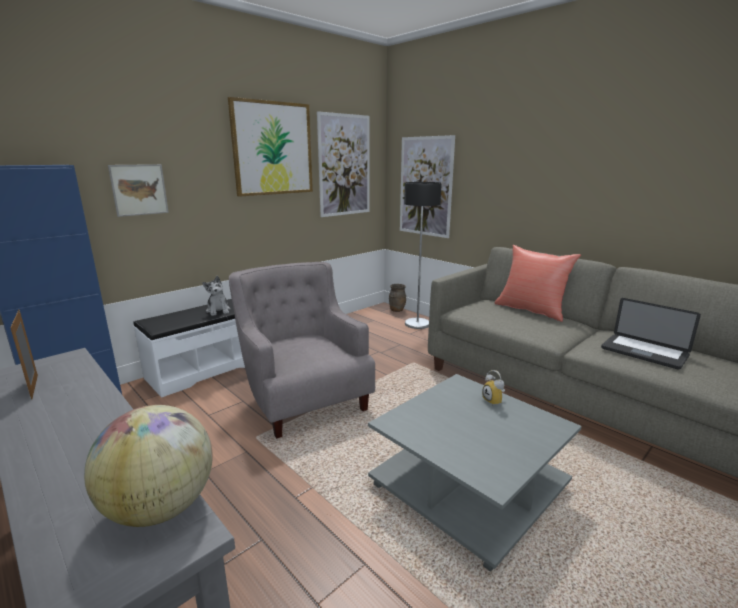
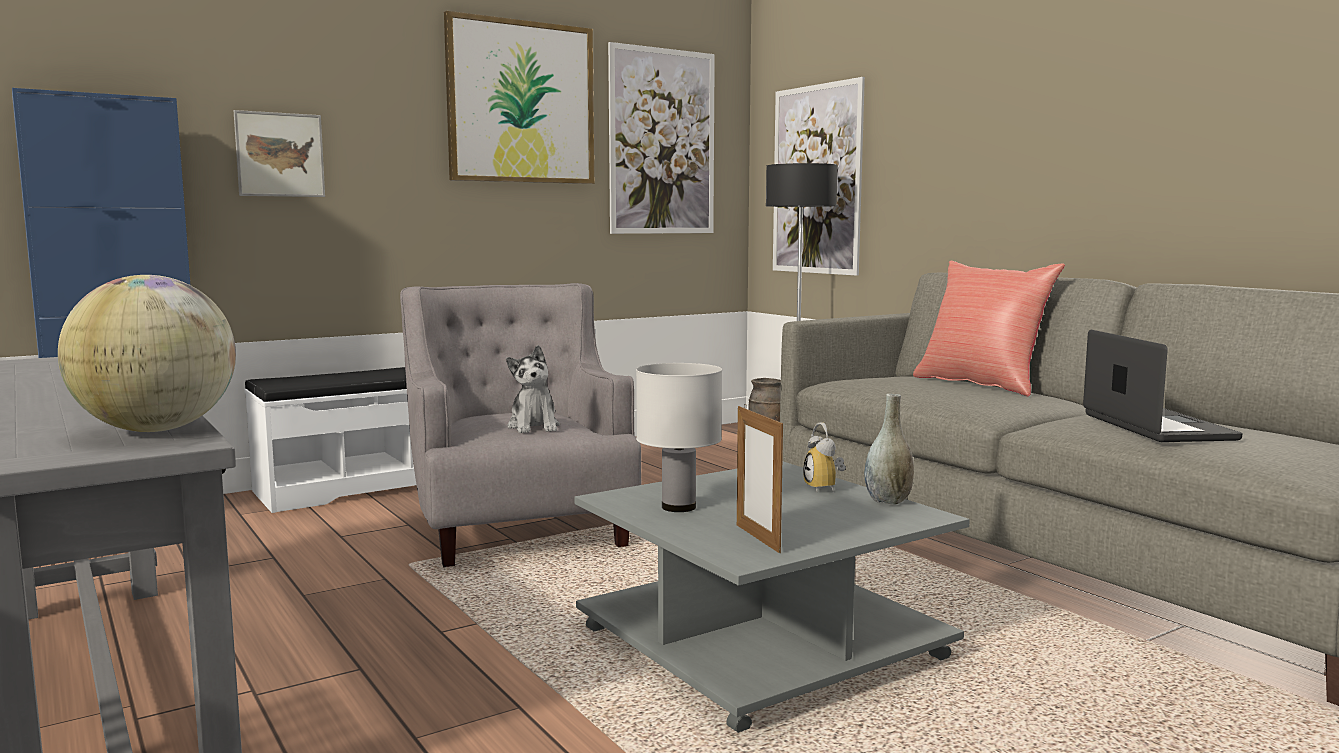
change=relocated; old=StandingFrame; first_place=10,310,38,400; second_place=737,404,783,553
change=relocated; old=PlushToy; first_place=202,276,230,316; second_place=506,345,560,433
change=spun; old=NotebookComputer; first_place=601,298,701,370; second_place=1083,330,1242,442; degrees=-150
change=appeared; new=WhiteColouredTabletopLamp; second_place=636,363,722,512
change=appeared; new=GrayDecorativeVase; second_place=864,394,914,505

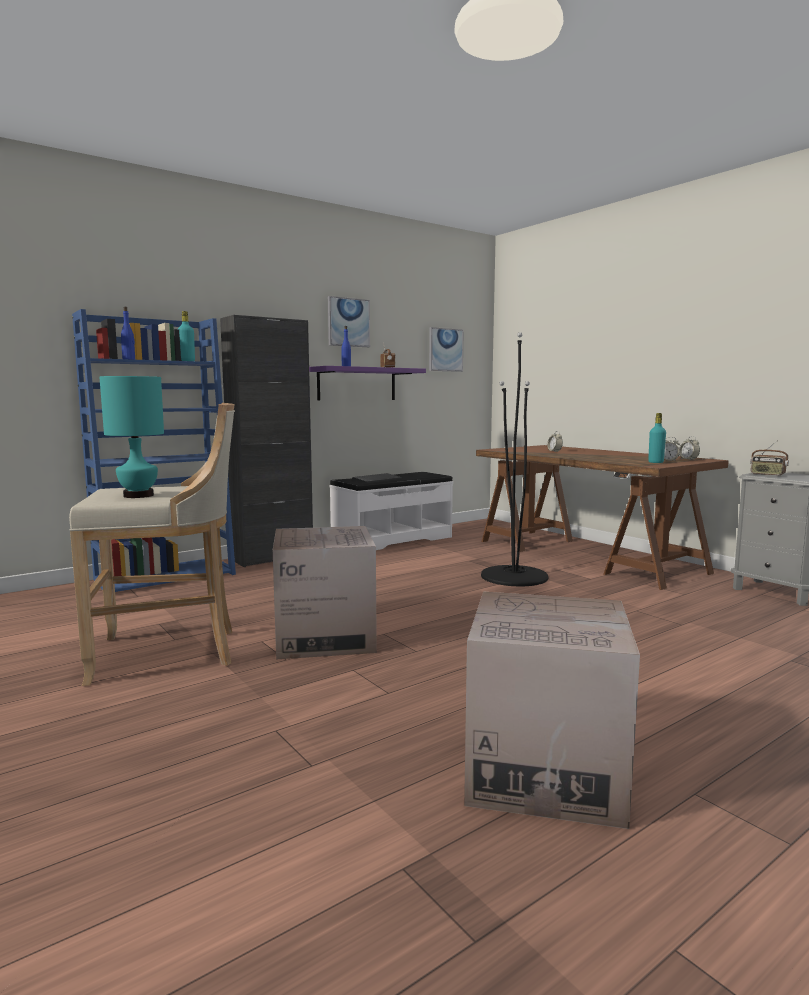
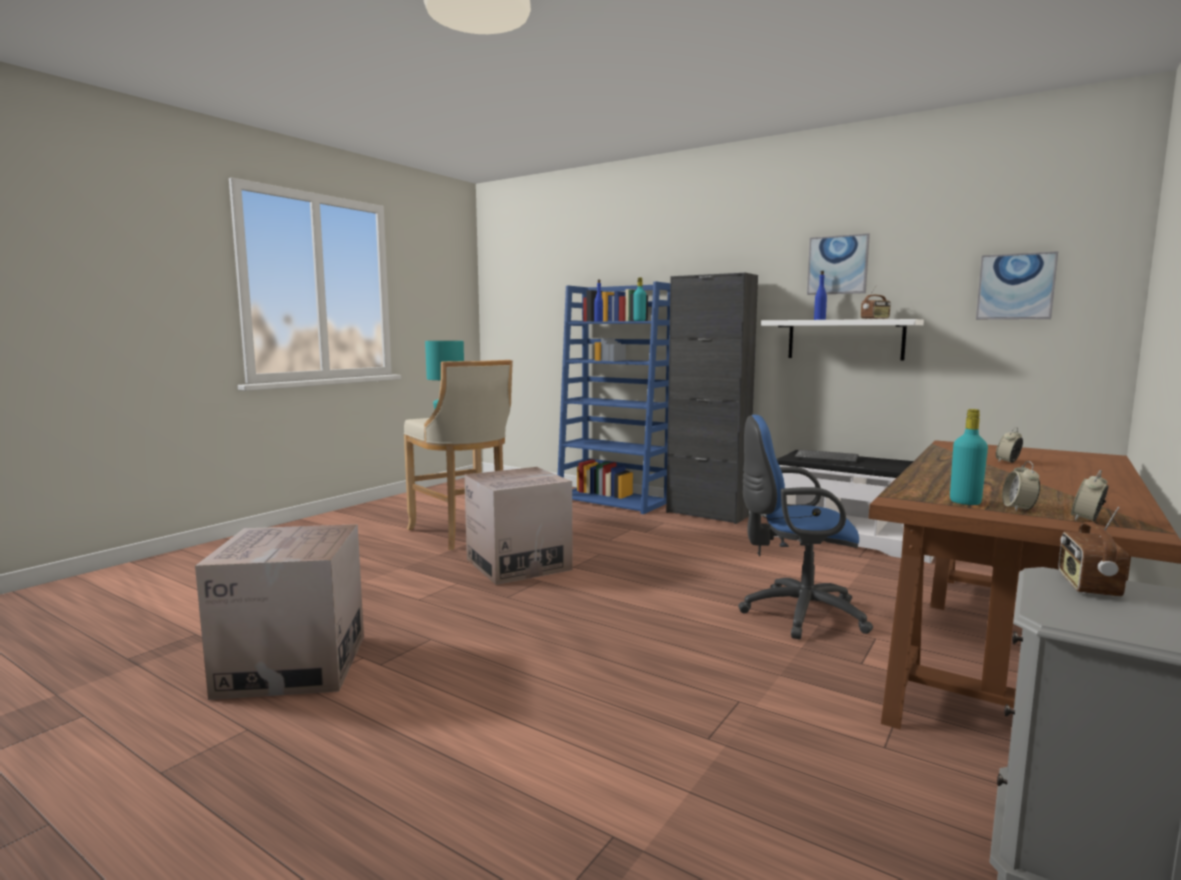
change=colour; old=PurplishShelf; new=WhiteColouredShelf; first_place=309,366,426,400; second_place=761,319,924,361
change=exchanged; old=BlackFloorLamp; new=BluishDeskChair; first_place=481,332,548,586; second_place=738,415,873,639

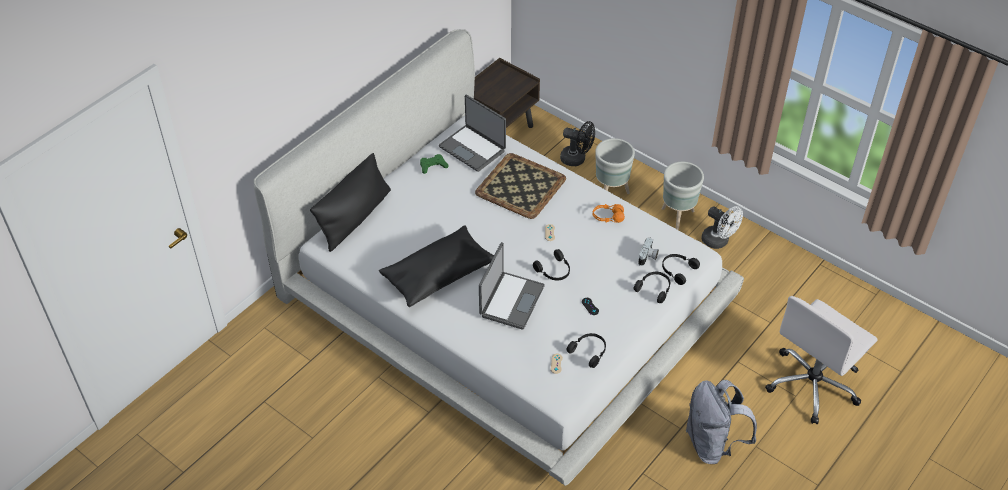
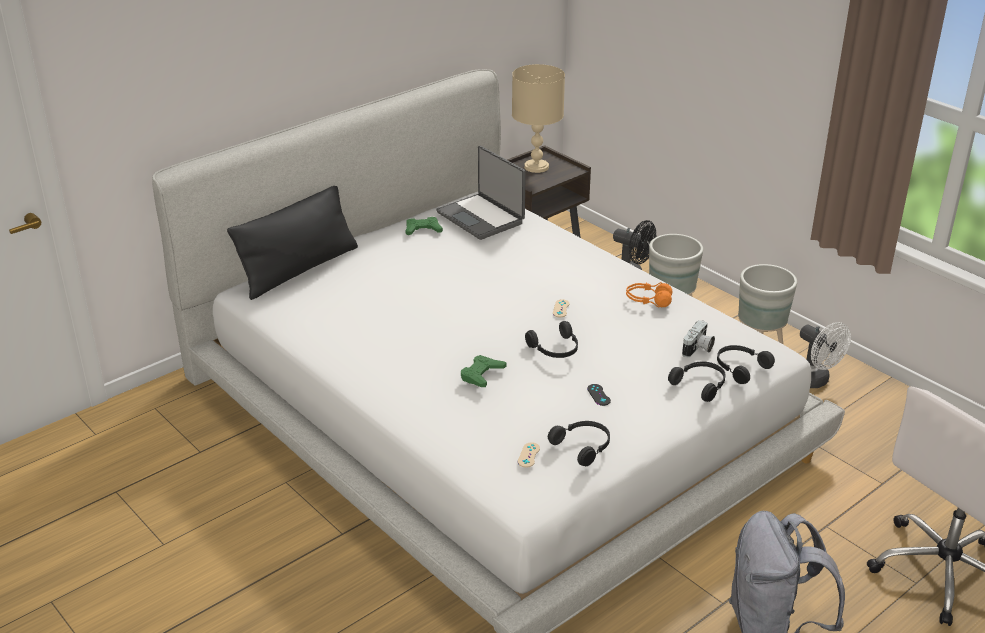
change=missing; old=BlackPillow; first_place=379,225,494,307
change=missing; old=ServingTray; first_place=475,153,566,219
change=exchanged; old=NotebookComputer; new=GreenGameController; first_place=479,242,545,330; second_place=461,355,506,387
change=appeared; new=SandColouredTabletopLamp; second_place=512,64,565,173

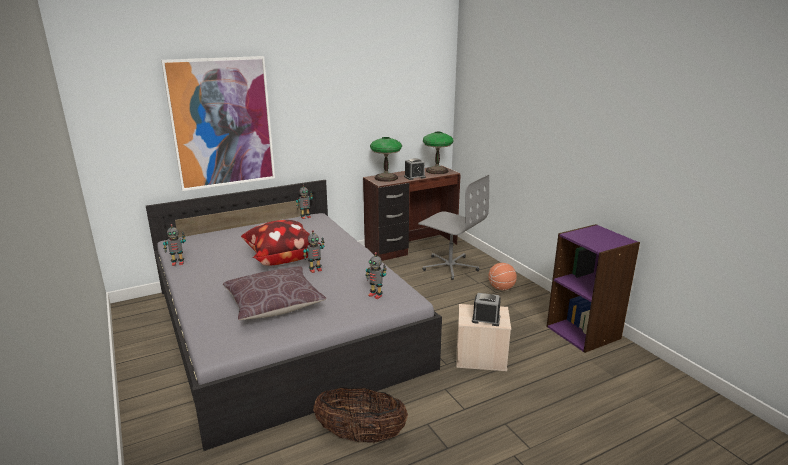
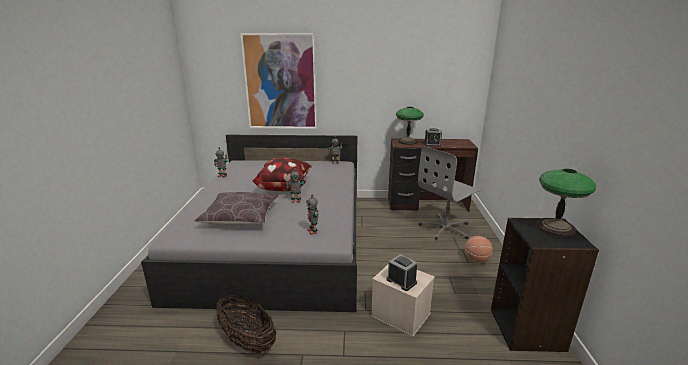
change=spun; old=GrayDeskChair; first_place=418,175,489,280; second_place=418,146,481,240; degrees=75
change=relocated; old=TabletopLamp; first_place=423,132,453,174; second_place=536,169,596,238
change=colour; old=PurplishBookshelf; new=BlackBookshelf; first_place=547,224,640,353; second_place=491,218,599,352

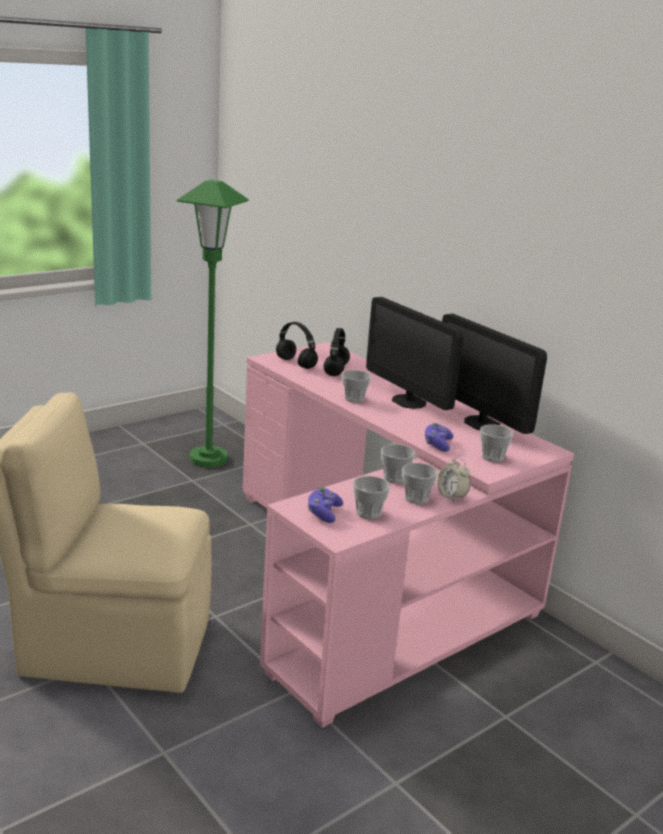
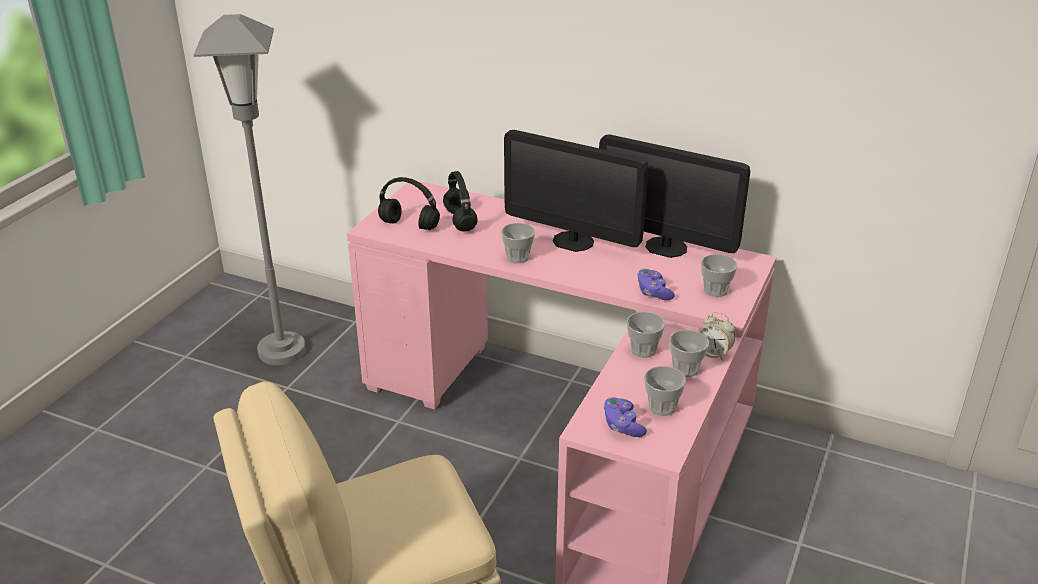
change=colour; old=GreenFloorLamp; new=GrayFloorLamp; first_place=177,180,249,468; second_place=194,14,306,365

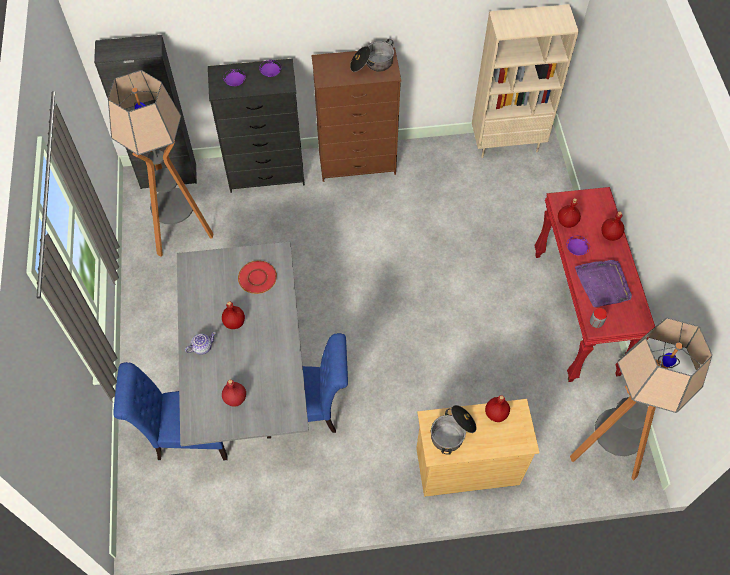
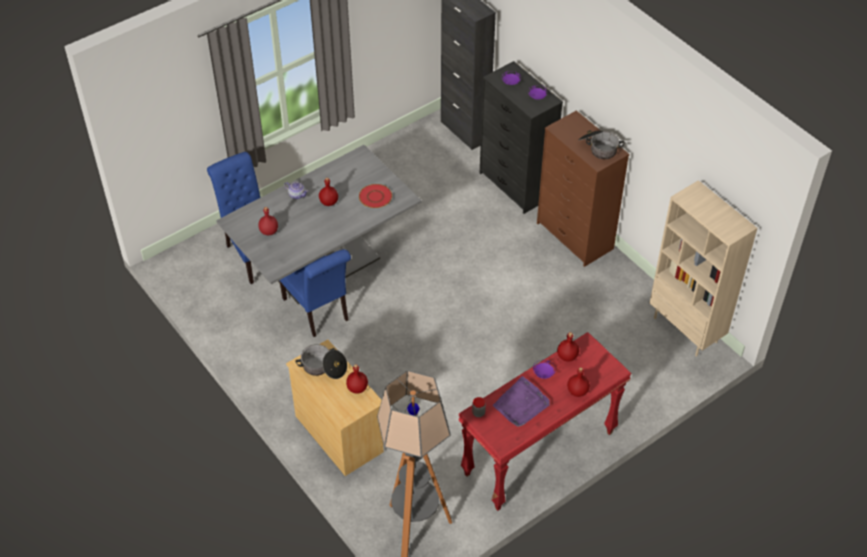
change=missing; old=FloorLamp; first_place=108,70,213,257

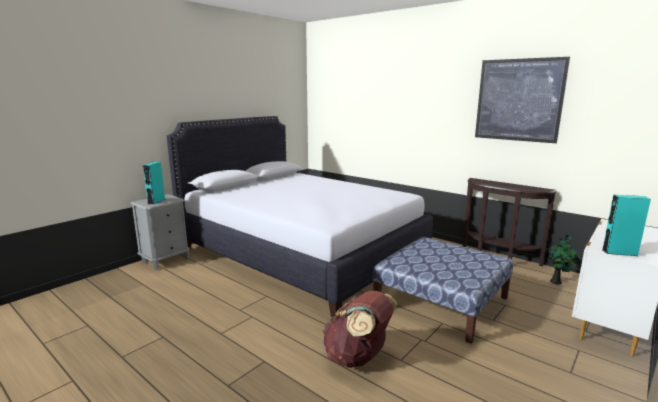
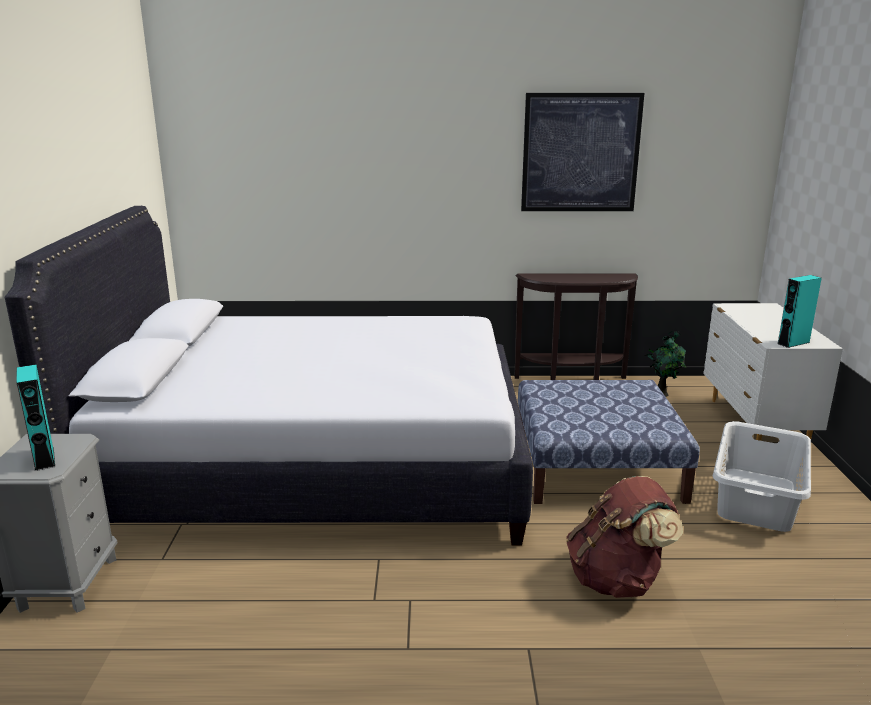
change=appeared; new=GrayHamper; second_place=713,421,811,532

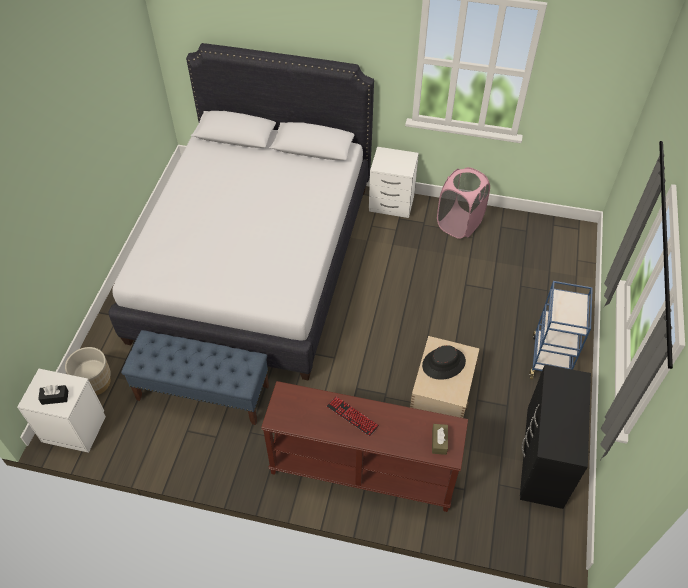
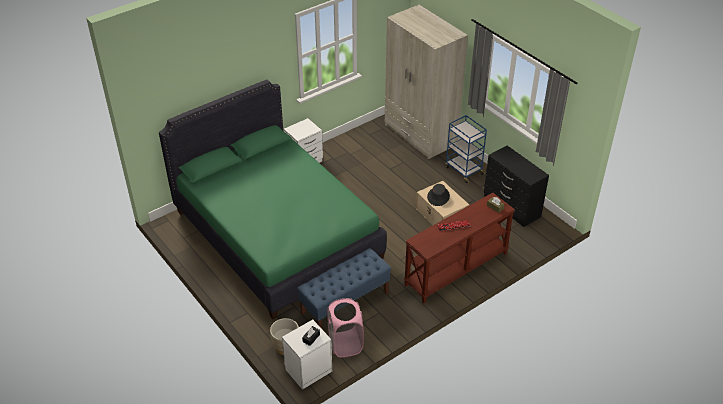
change=colour; old=WhiteColouredBed; new=GreenBed; first_place=109,43,374,381; second_place=159,80,387,320
change=relocated; old=PinkColouredHamper; first_place=437,167,490,239; second_place=327,298,364,357
change=appeared; new=SandColouredWardrobe; second_place=385,5,468,159

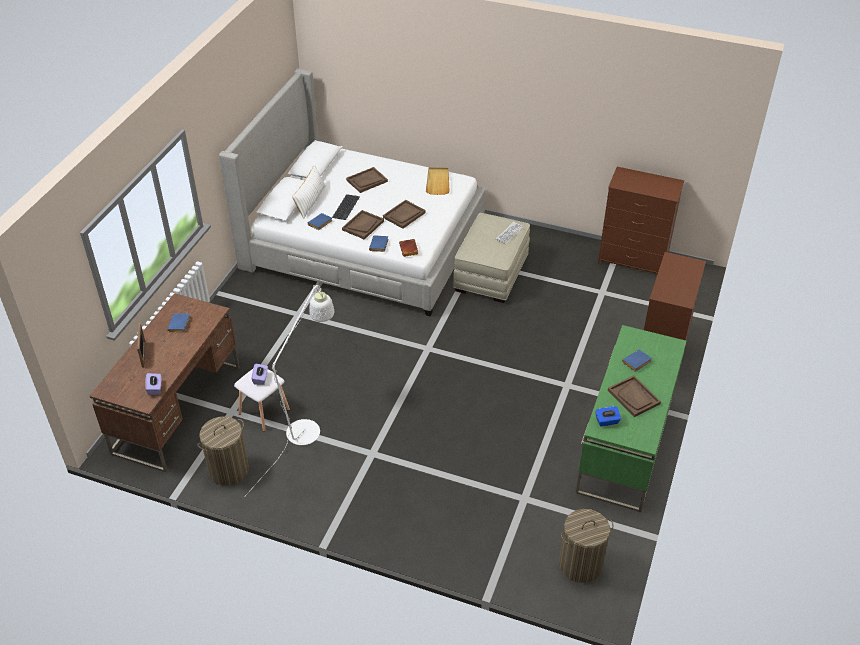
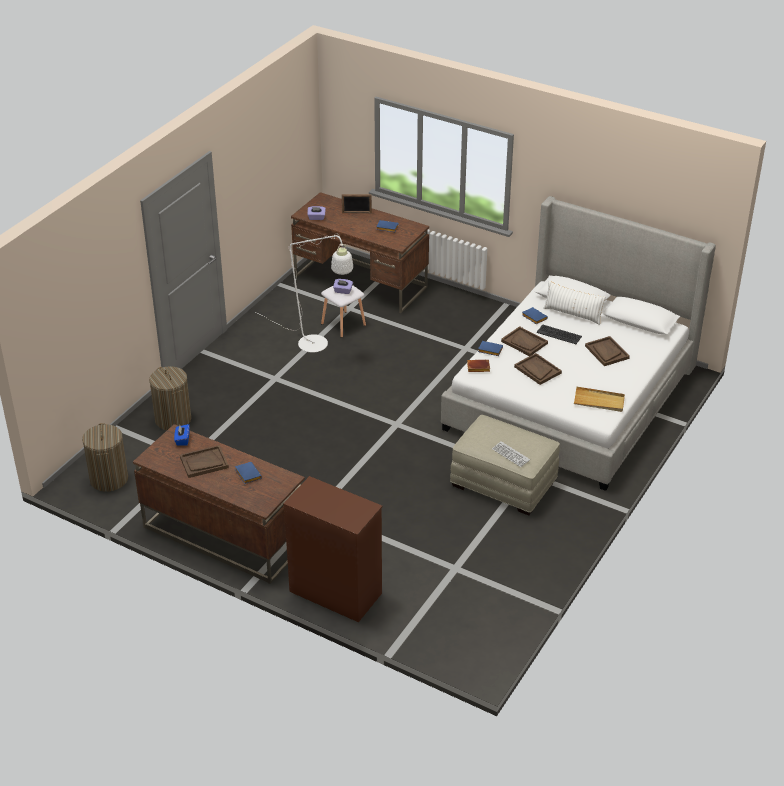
change=relocated; old=Hamper; first_place=197,416,249,486; second_place=149,366,191,430
change=colour; old=GreenDesk; new=BrownDesk; first_place=575,325,686,512; second_place=133,424,305,584
change=missing; old=BrownChestOfDrawers; first_place=598,167,684,274

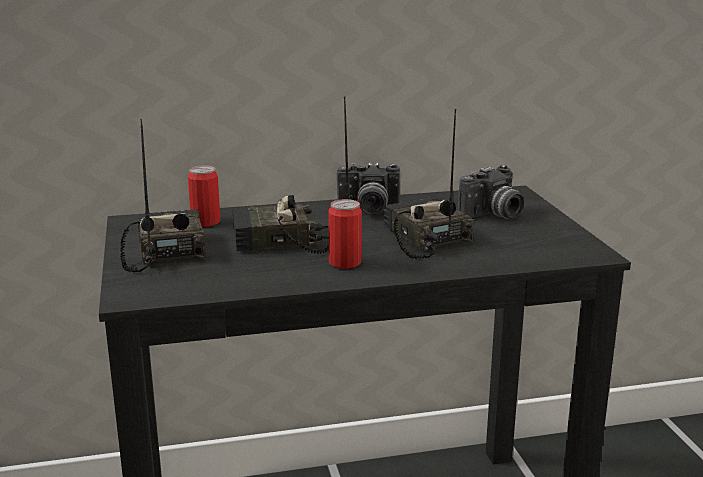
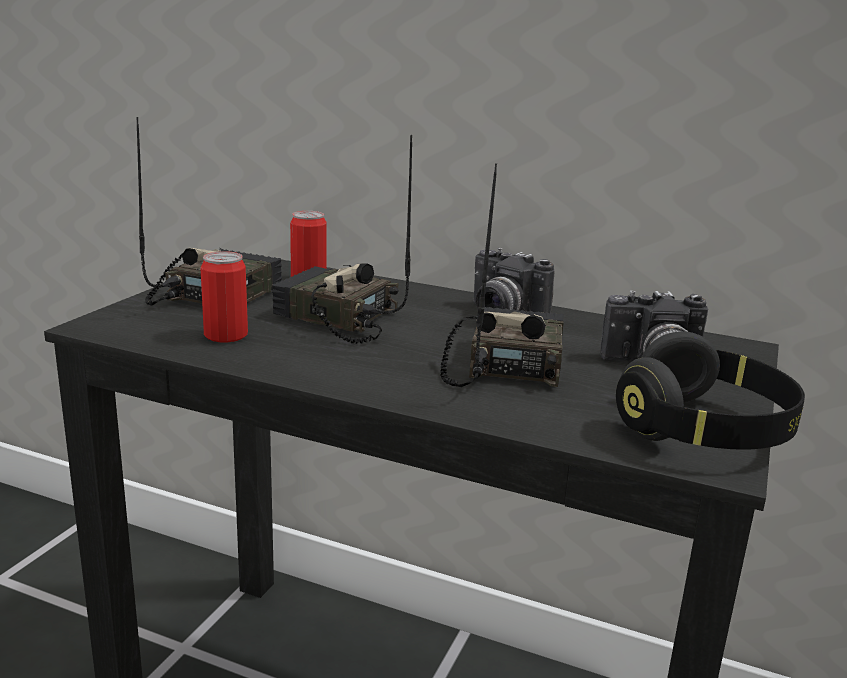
change=relocated; old=SealedCan; first_place=328,199,362,269; second_place=200,251,248,342
change=appeared; new=BlackHeadset; second_place=616,331,805,450

